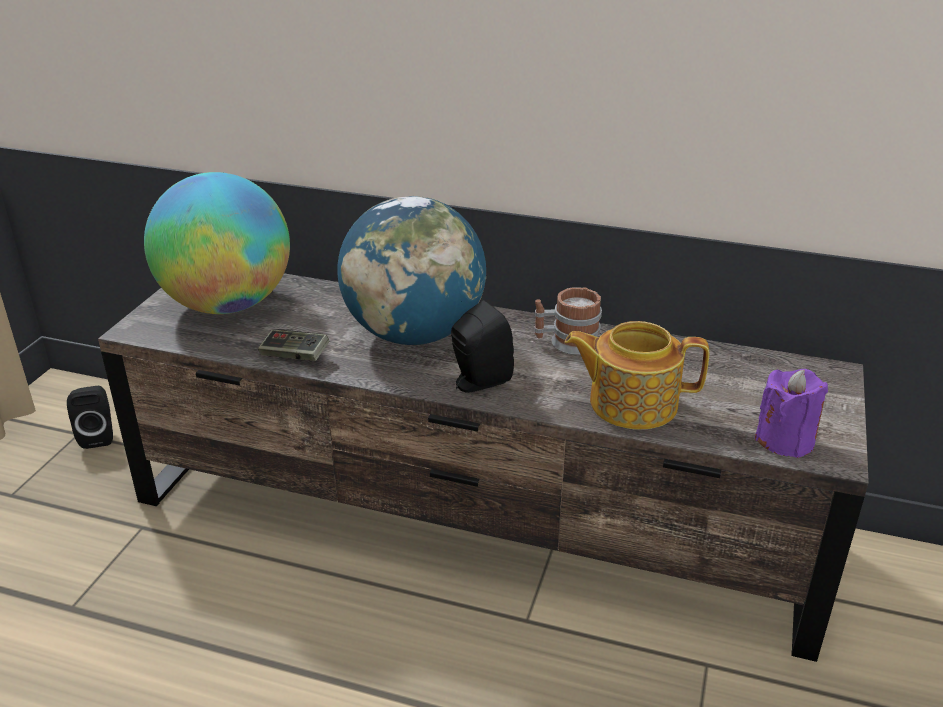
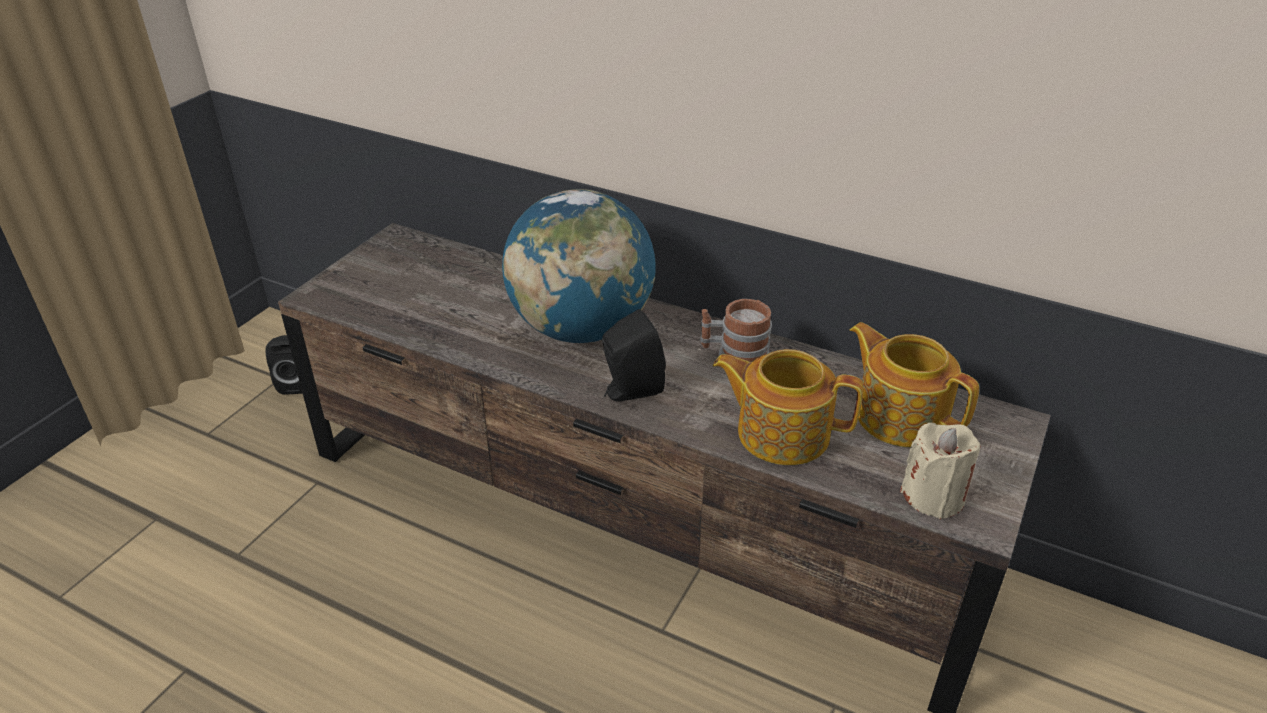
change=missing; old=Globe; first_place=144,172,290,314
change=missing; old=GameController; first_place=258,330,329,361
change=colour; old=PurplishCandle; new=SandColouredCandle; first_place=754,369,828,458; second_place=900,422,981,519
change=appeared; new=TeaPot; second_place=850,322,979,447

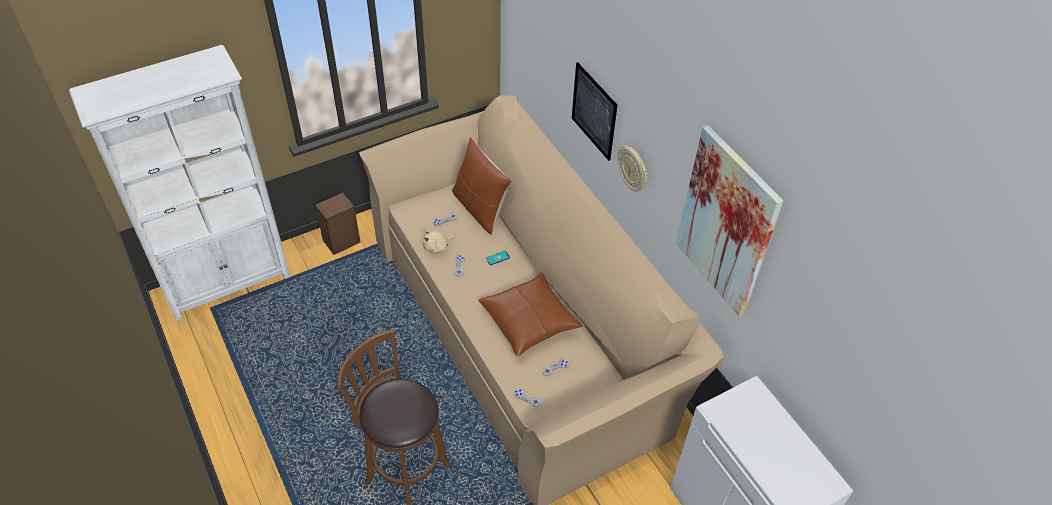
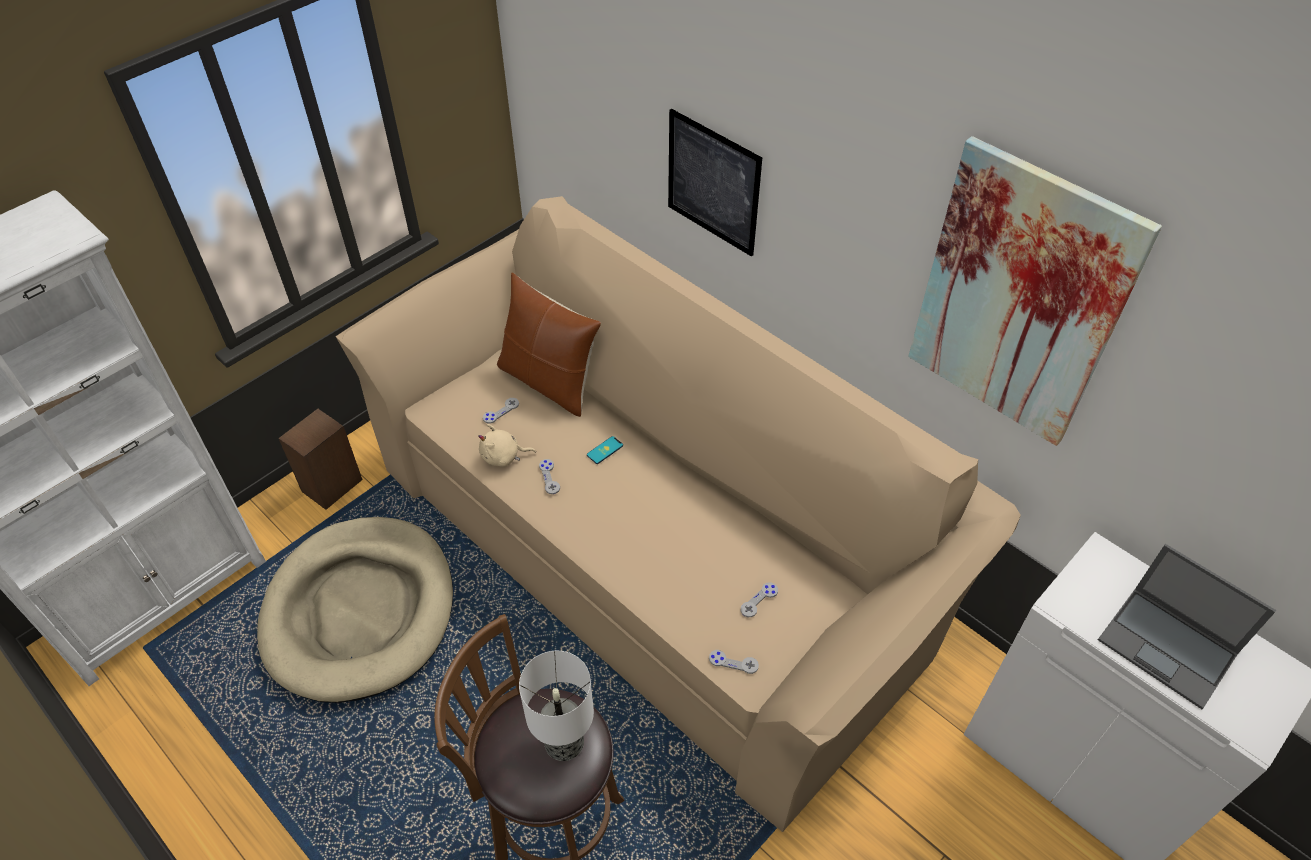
change=spun; old=SandColouredPlushToy; first_place=423,230,455,253; second_place=478,424,536,467; degrees=45
change=missing; old=BrownPillow; first_place=479,272,583,357
change=missing; old=ClockOnTheWall; first_place=618,145,647,192
change=appeared; new=SandColouredPetBed; second_place=257,517,453,703
change=appeared; new=TabletopLamp; second_place=519,651,594,761
change=appeared; new=NotebookComputer; second_place=1098,544,1276,709

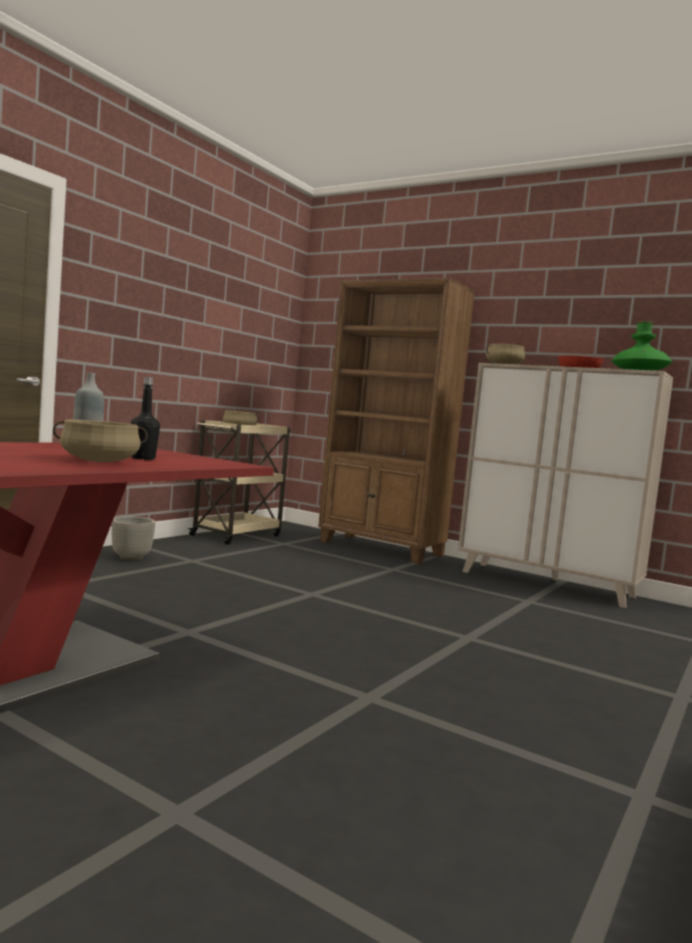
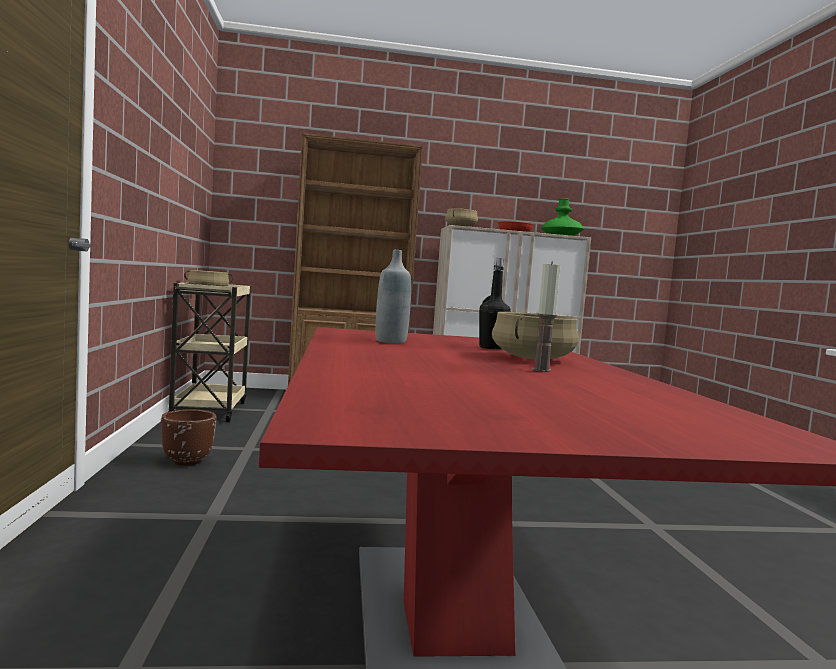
change=colour; old=GrayFlowerPot; new=BrownFlowerPot; first_place=111,517,155,561; second_place=161,409,217,466
change=appeared; new=Candle; second_place=533,261,560,372

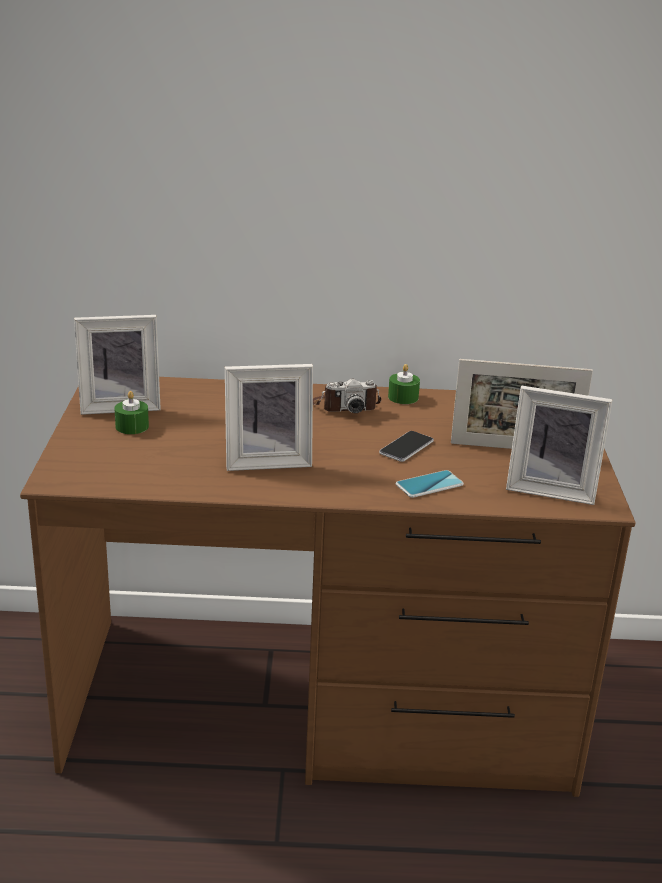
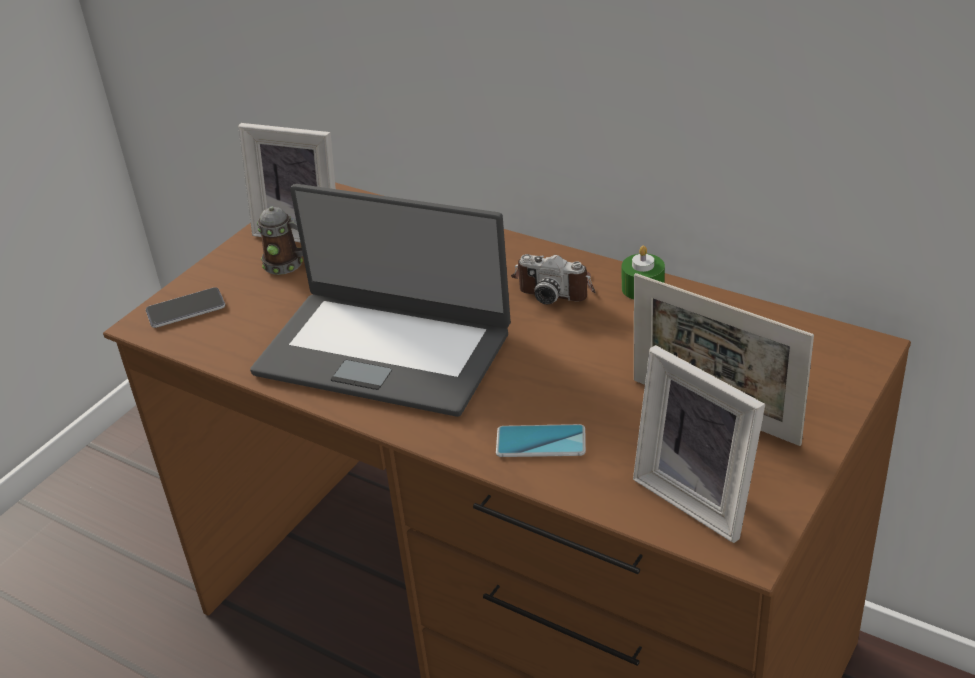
change=exchanged; old=GreenCandle; new=TeaMug; first_place=114,391,149,434; second_place=257,206,303,275
change=exchanged; old=StandingFrame; new=NotebookComputer; first_place=225,364,313,471; second_place=250,184,511,417
change=relocated; old=Telephone; first_place=379,431,434,462; second_place=146,287,225,328

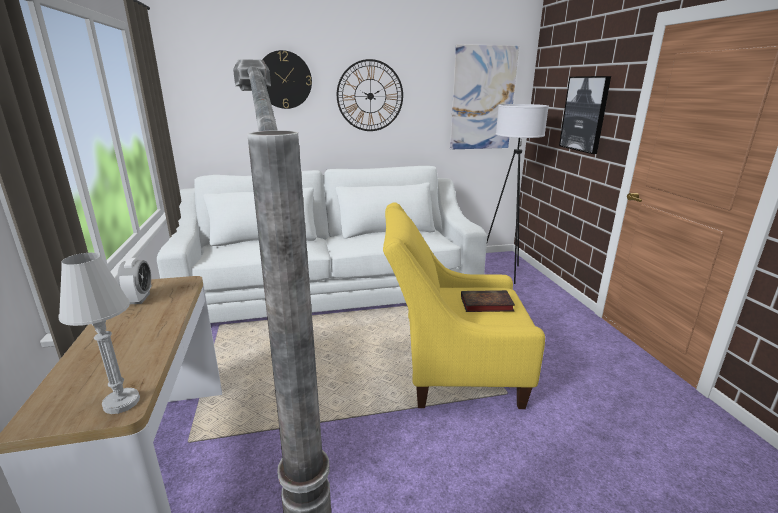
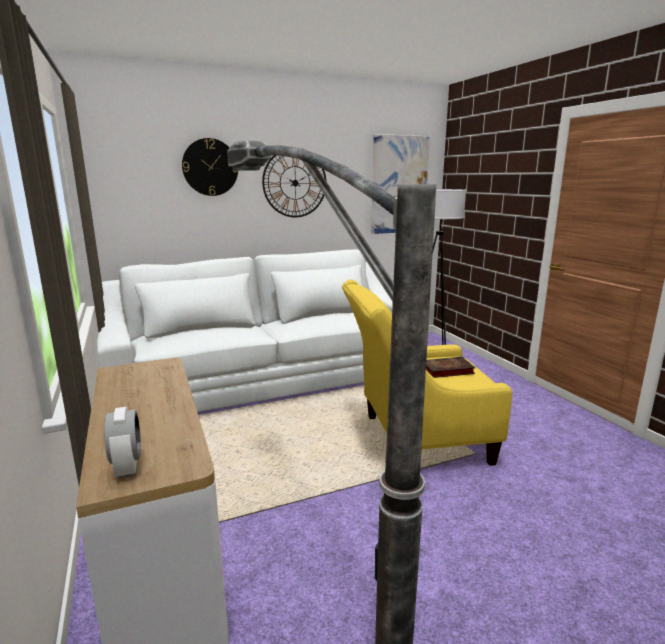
change=missing; old=WhiteColouredTabletopLamp; first_place=59,253,140,414
change=relocated; old=BedsideClock; first_place=117,258,152,304; second_place=104,407,141,478
change=missing; old=Picture; first_place=559,76,611,154

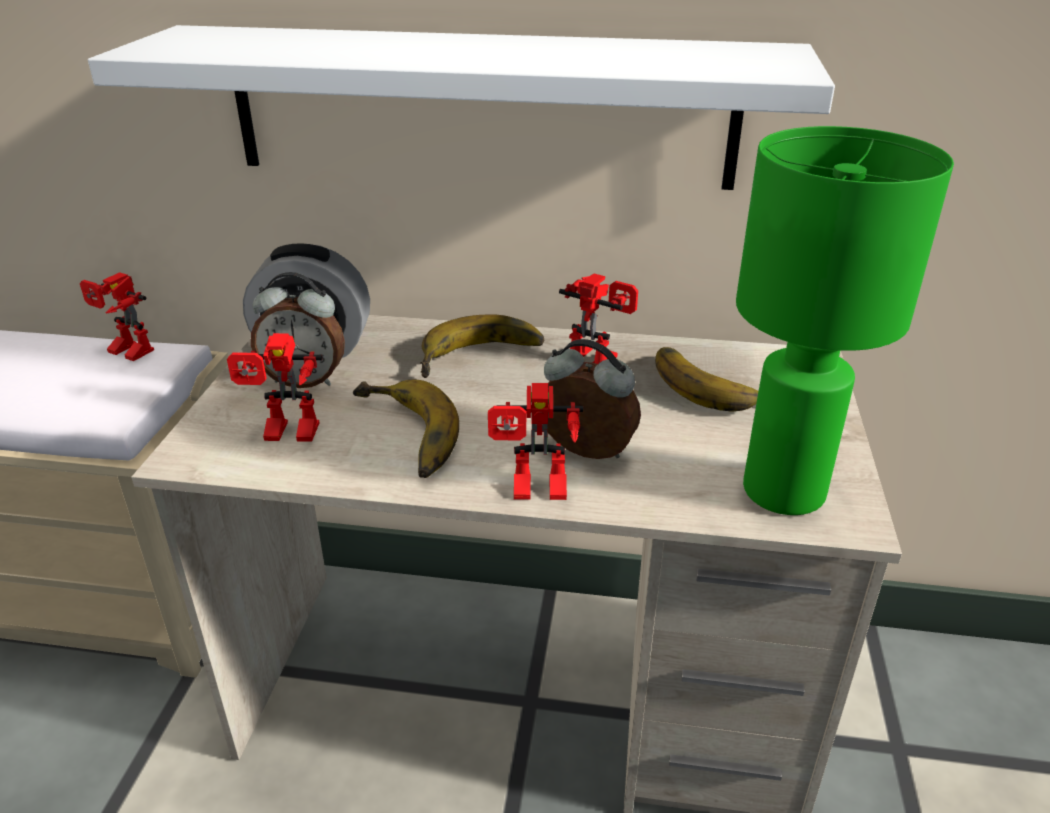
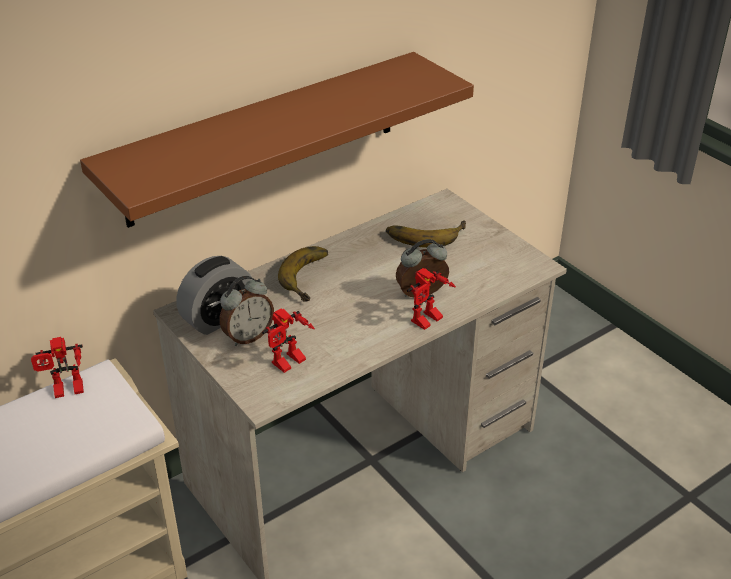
change=colour; old=WhiteColouredShelf; new=BrownShelf; first_place=88,25,835,190; second_place=80,52,474,228
change=missing; old=WholeBanana; first_place=353,380,459,478
change=missing; old=ModelRobot; first_place=559,273,638,364
change=missing; old=GreenTabletopLamp; first_place=736,126,954,515

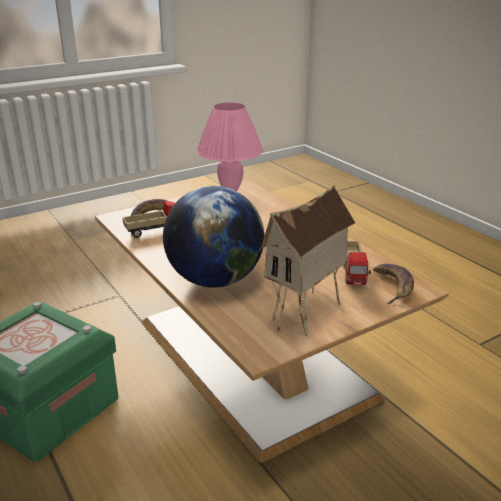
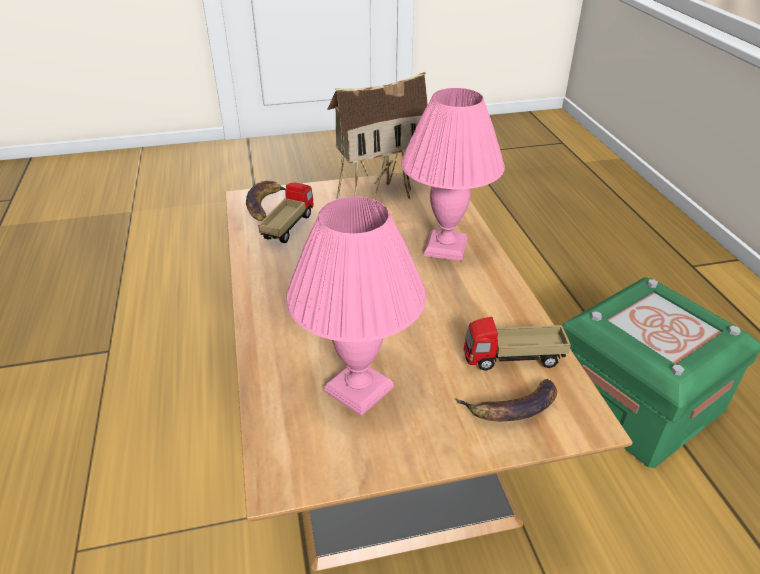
change=exchanged; old=Globe; new=PinkColouredTabletopLamp; first_place=163,186,264,288; second_place=401,88,505,261

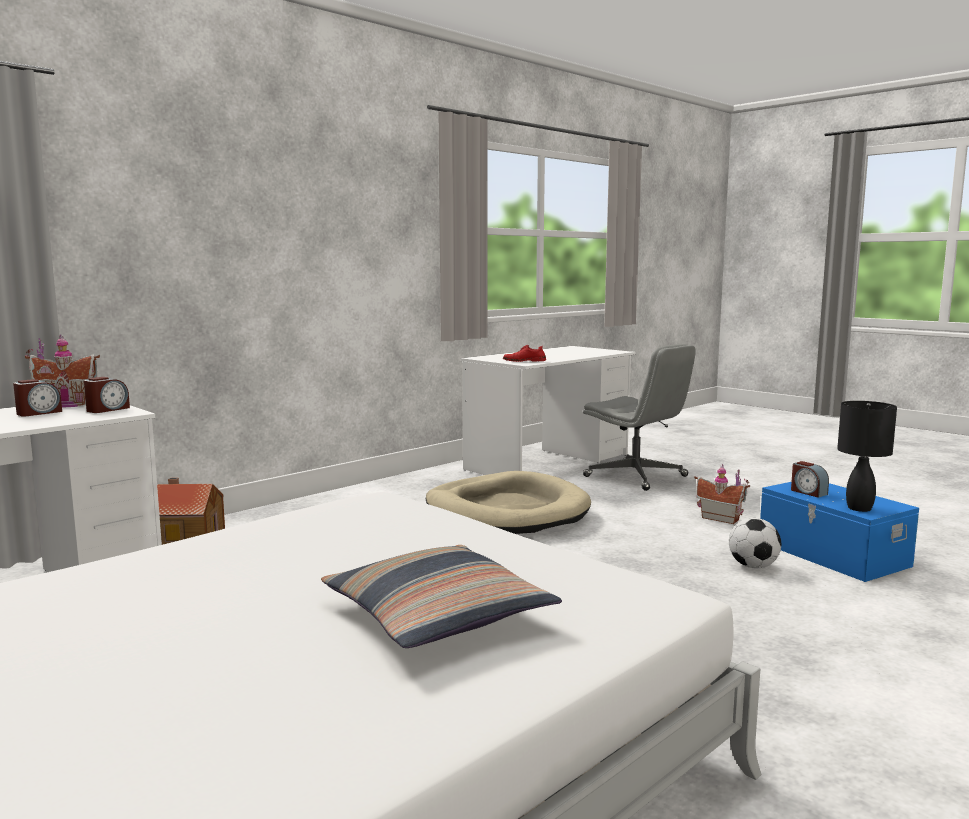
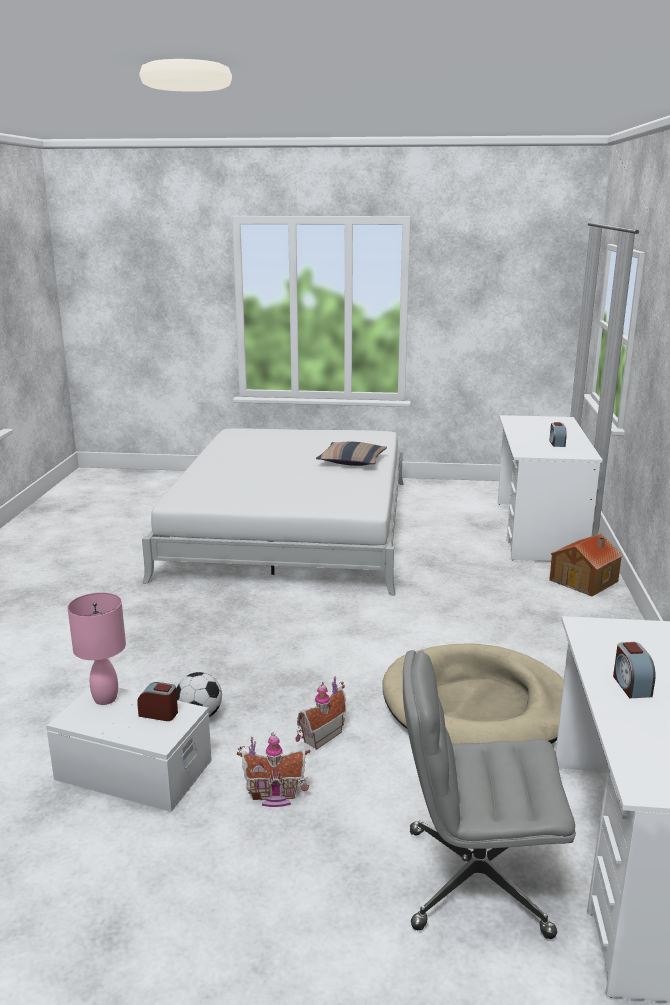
change=relocated; old=ModelHouse; first_place=25,334,100,408; second_place=295,677,346,750
change=relocated; old=BedsideClock; first_place=84,377,130,413; second_place=613,642,656,698
change=relocated; old=Pillow; first_place=321,545,562,648; second_place=316,442,387,466
change=missing; old=ReddishLowShoe; first_place=503,345,546,362
change=colour; old=BluishStorageContainer; new=WhiteColouredStorageContainer; first_place=760,482,919,582; second_place=46,688,212,812
change=colour; old=BlackTabletopLamp; new=PinkColouredTabletopLamp; first_place=837,401,897,512; second_place=68,592,126,705

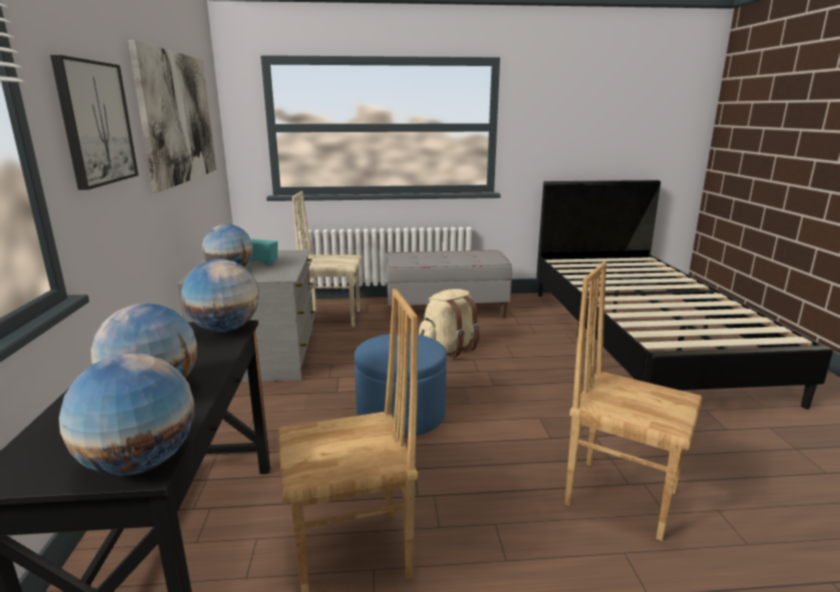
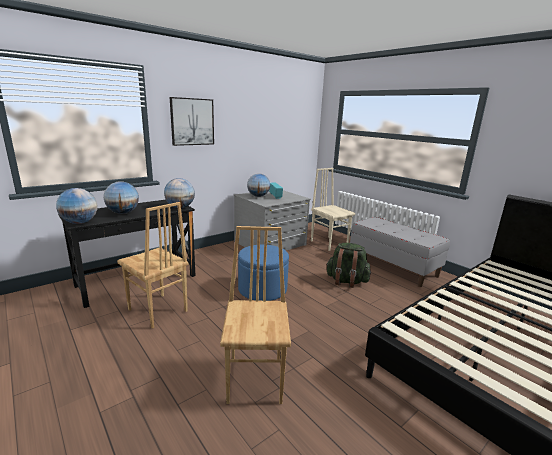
change=missing; old=Picture; first_place=128,40,216,192
change=colour; old=SandColouredRucksack; new=GreenRucksack; first_place=419,289,480,358; second_place=327,243,371,288

